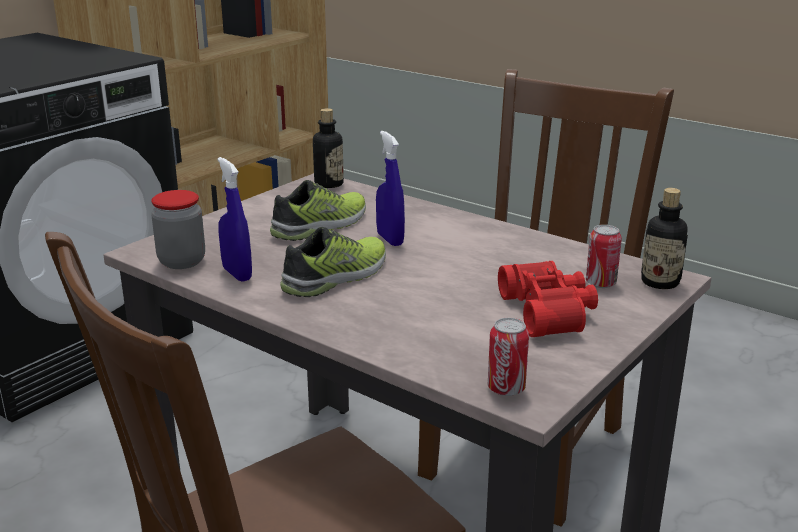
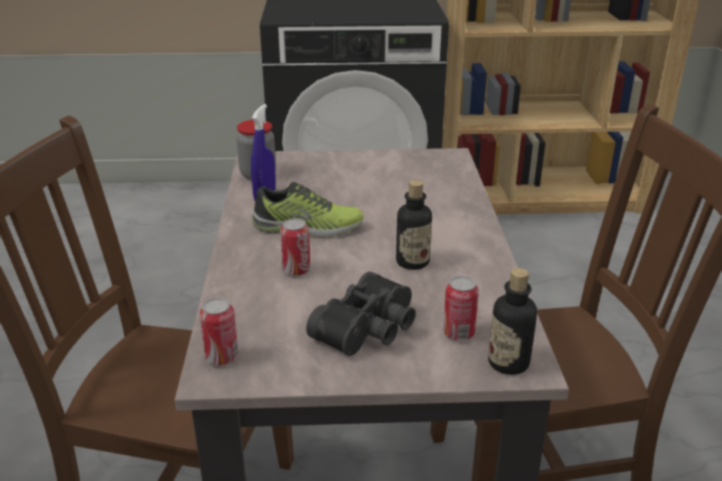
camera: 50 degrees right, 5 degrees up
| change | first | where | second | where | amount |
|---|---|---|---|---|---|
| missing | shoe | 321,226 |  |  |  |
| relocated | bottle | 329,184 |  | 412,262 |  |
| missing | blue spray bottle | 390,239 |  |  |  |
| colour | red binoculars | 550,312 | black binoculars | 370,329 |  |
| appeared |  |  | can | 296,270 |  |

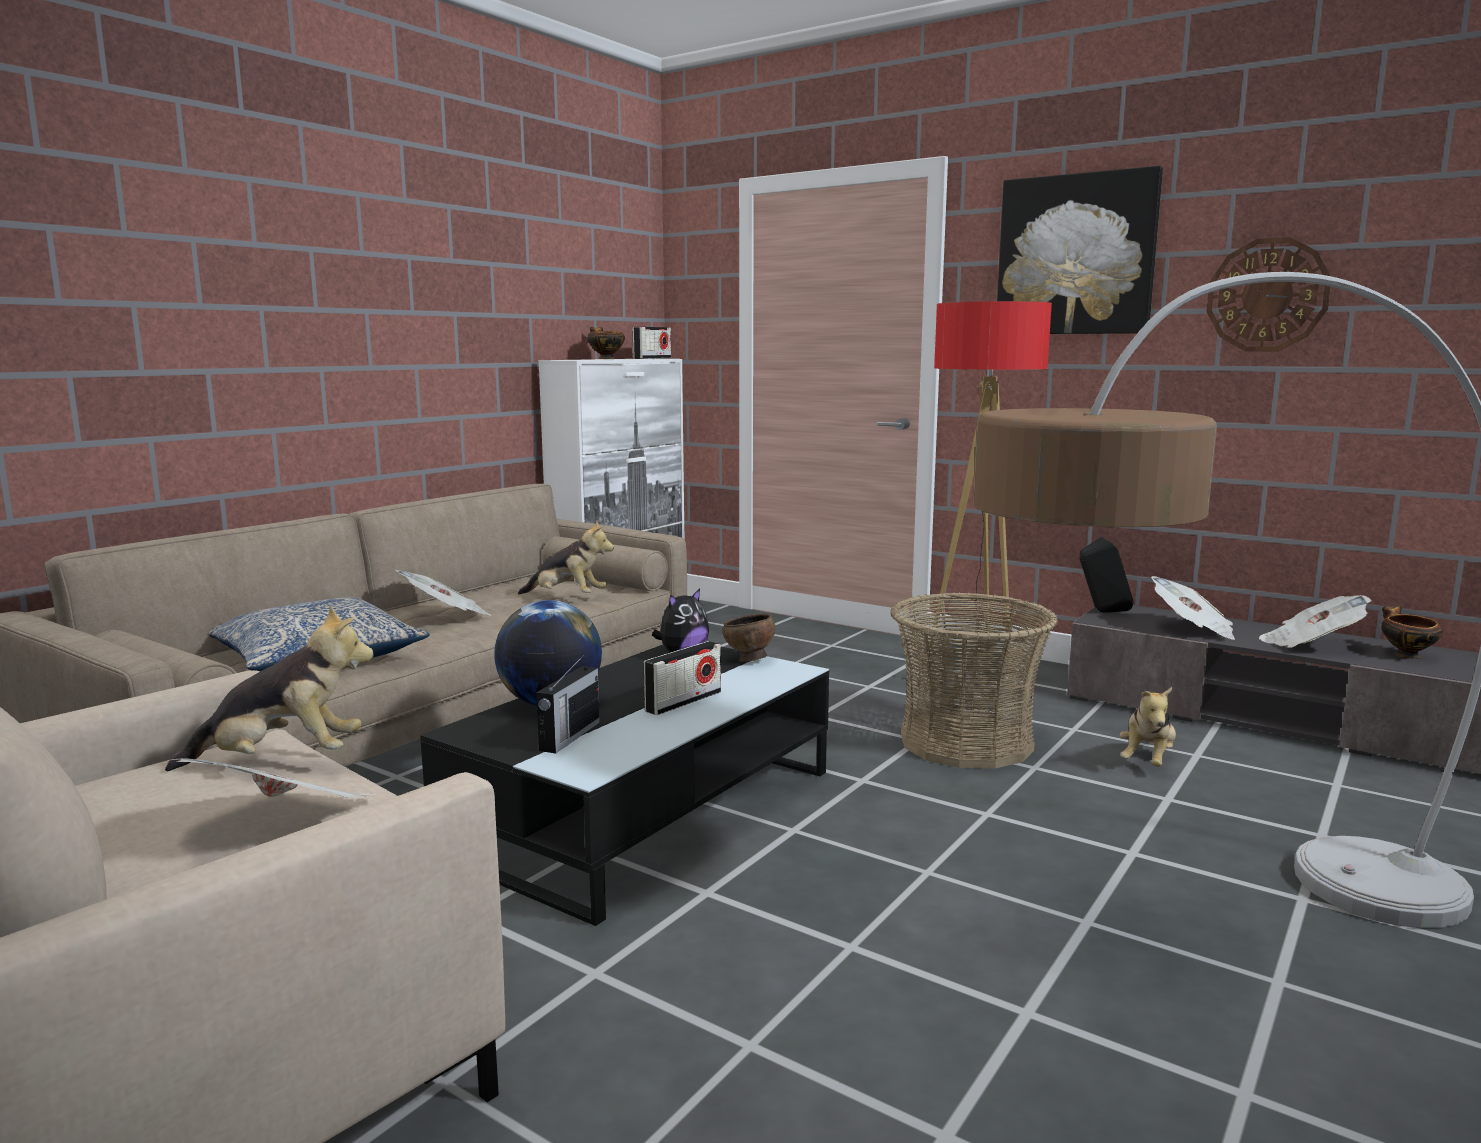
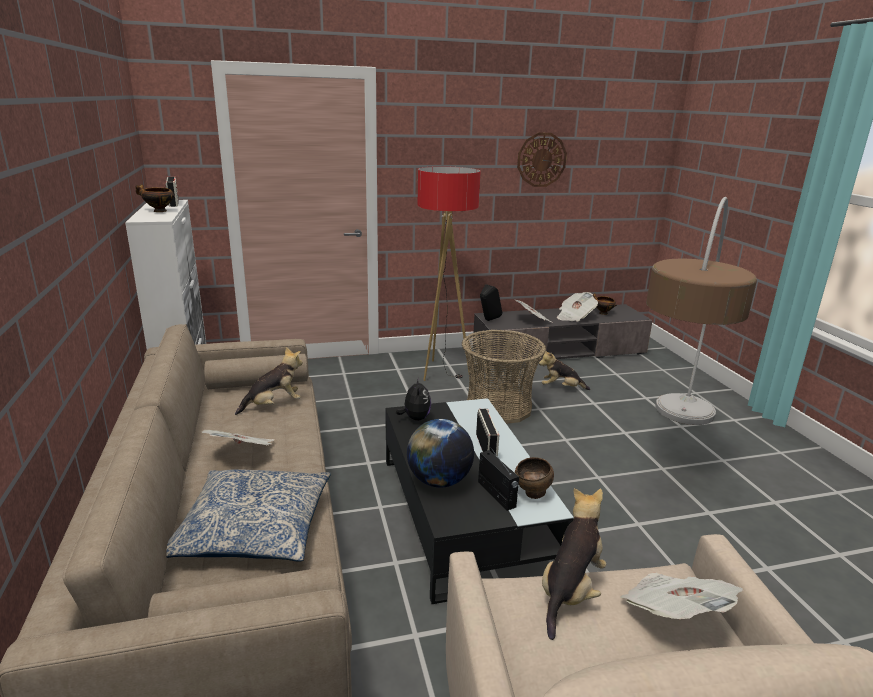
camera: 50 degrees left, 10 degrees up
| change | first | where | second | where | amount |
|---|---|---|---|---|---|
| relocated | brown bowl | 749,660 |  | 532,494 |  |
| missing | picture | 1076,255 |  |  |  |
| spun | plush toy | 1147,760 |  | 561,388 | 120 degrees clockwise |

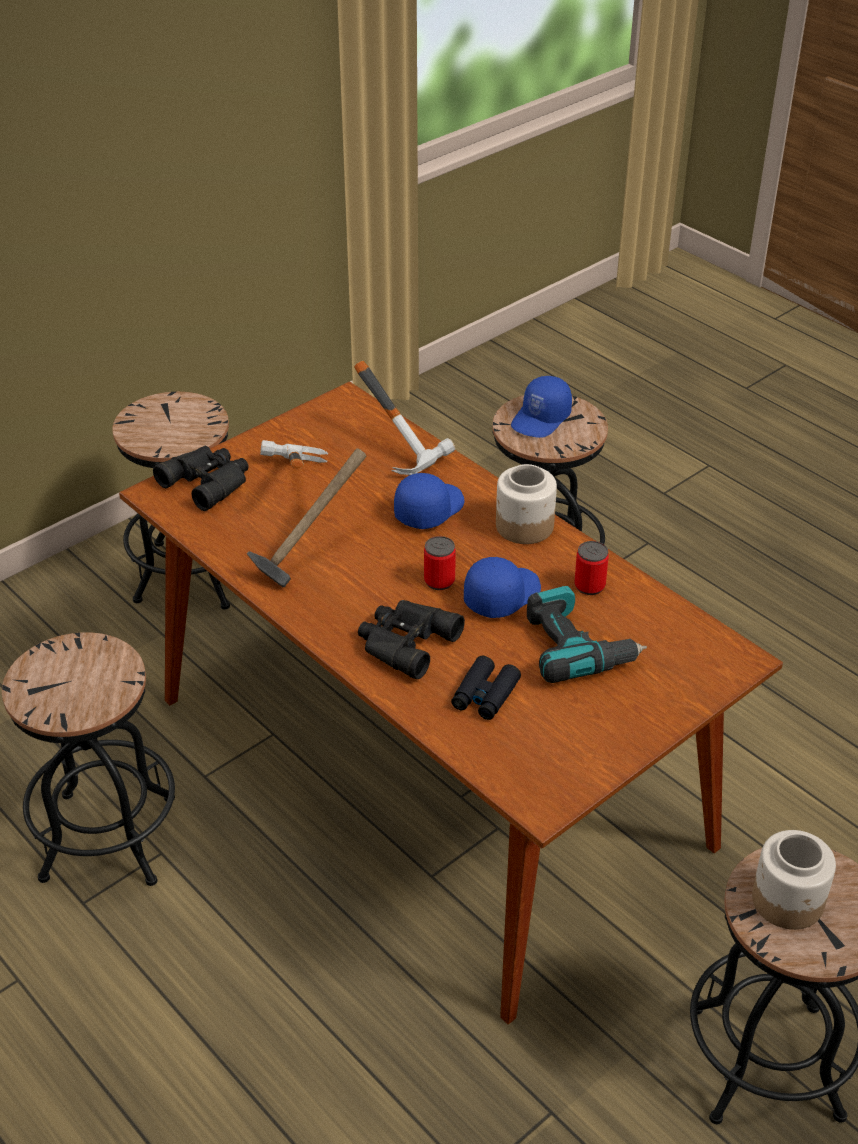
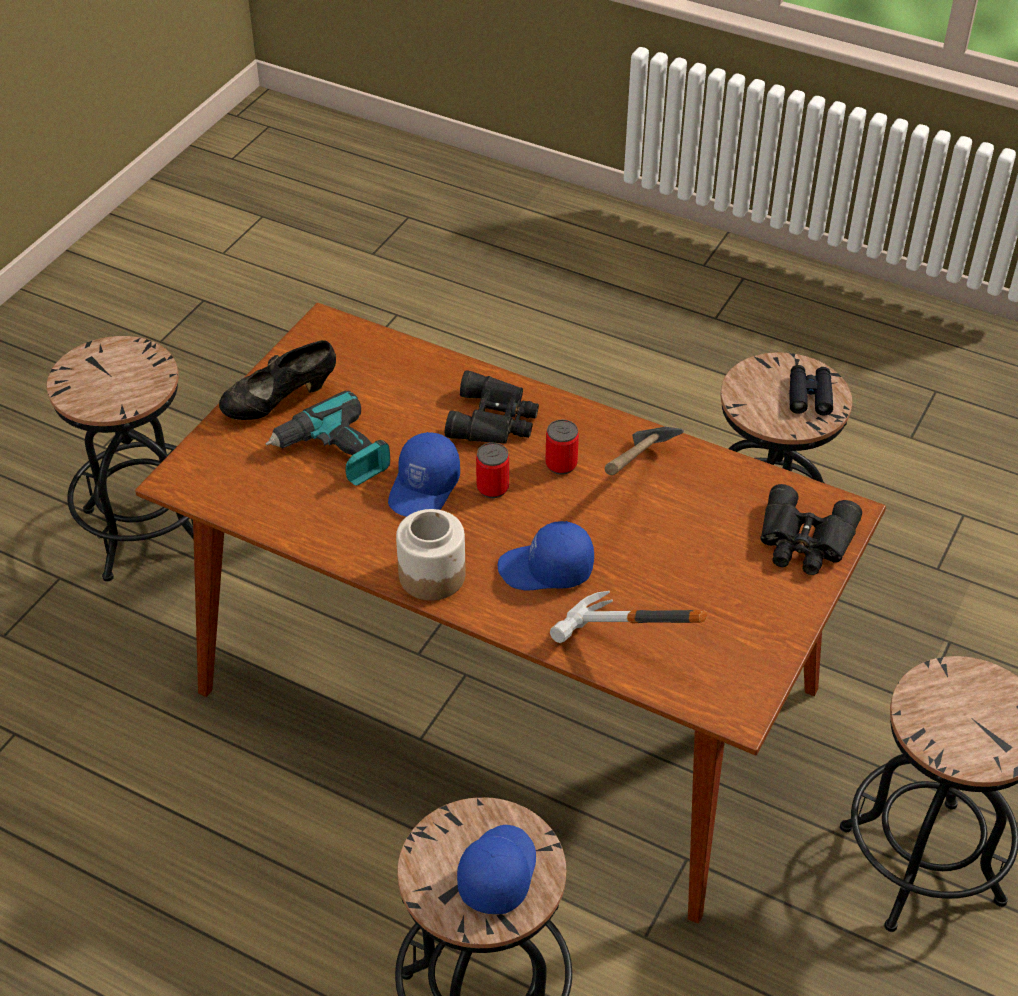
camera: 160 degrees right, 5 degrees up
| change | first | where | second | where | amount |
|---|---|---|---|---|---|
| missing | hammer | 287,486 |  |  |  |
| spun | blue cap | 428,509 |  | 546,570 | 75 degrees clockwise |
| relocated | black binoculars | 485,695 |  | 809,395 |  |
| relocated | can | 589,586 |  | 561,464 |  |
| missing | jar | 788,901 |  |  |  |
| appeared |  |  | black shoe | 280,402 |  |

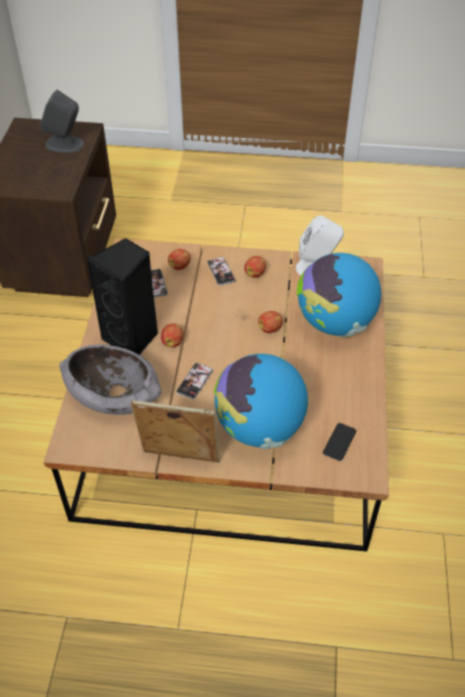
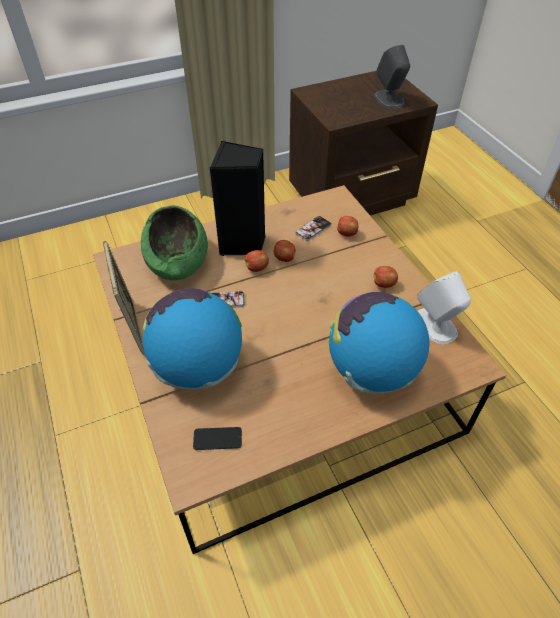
camera: 60 degrees right, 0 degrees up
| change | first | where | second | where | amount |
|---|---|---|---|---|---|
| colour | grey bowl | 113,394 | green bowl | 178,259 |  |
| missing | phone | 221,272 |  |  |  |
| relocated | apple | 270,329 |  | 285,258 |  |

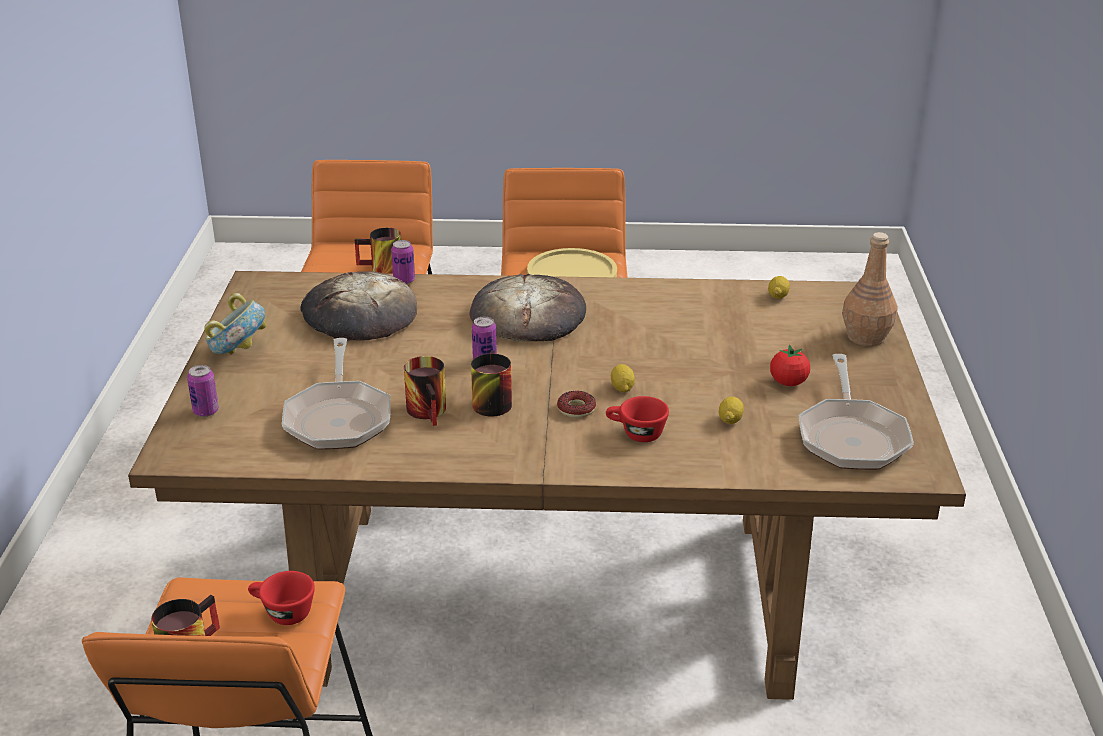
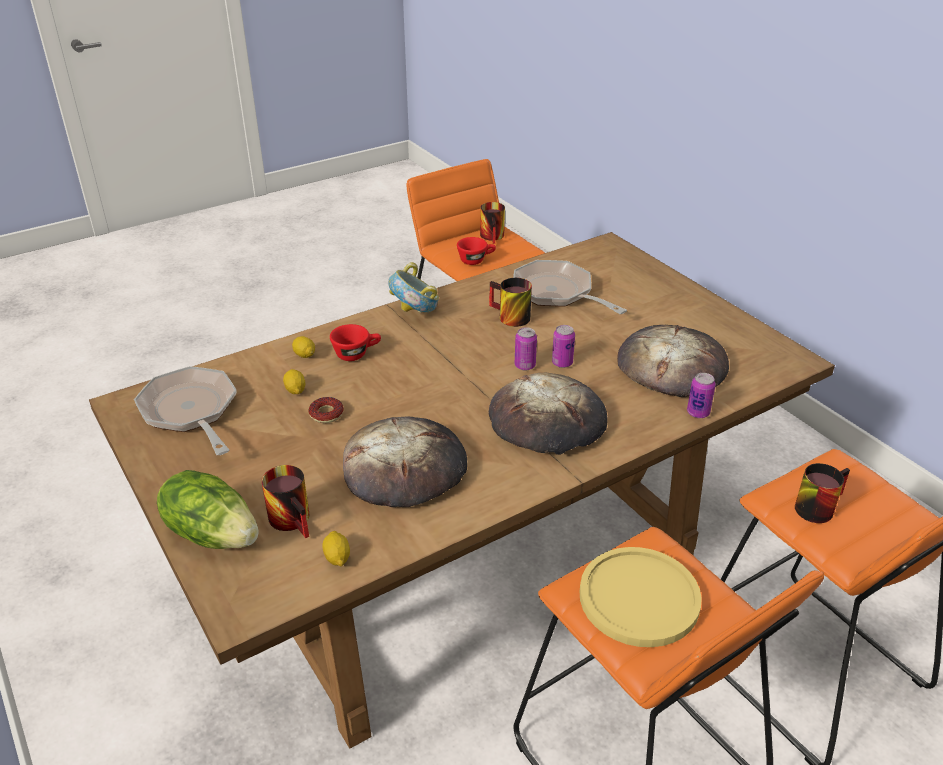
camera: 145 degrees right, 5 degrees up
| change | first | where | second | where | amount |
|---|---|---|---|---|---|
| relocated | can | 206,411 |  | 562,363 |  |
| relocated | bowl | 238,354 |  | 415,313 |  |
| relocated | mug | 488,401 |  | 296,519 |  |
| relocated | donut | 576,409 |  | 326,414 |  |
| relocated | lemon | 622,388 |  | 304,355 |  |
| missing | tomato | 788,382 |  |  |  |
| exchanged | brown bottle | 866,337 | lettuce | 213,533 |  |
| appeared |  |  | bread | 405,467 |  |

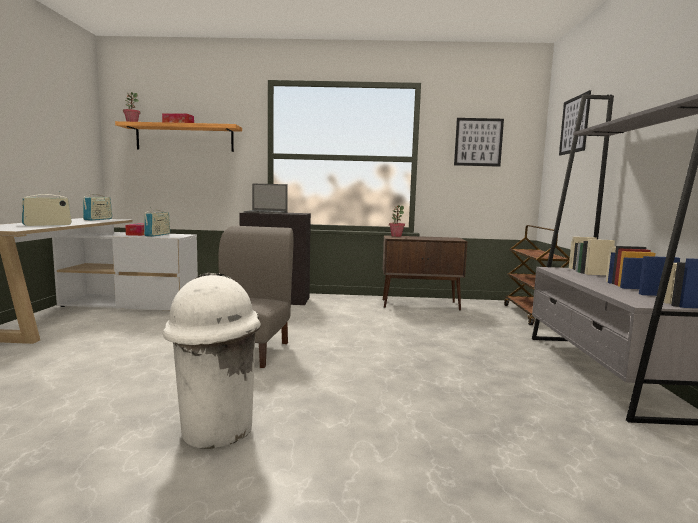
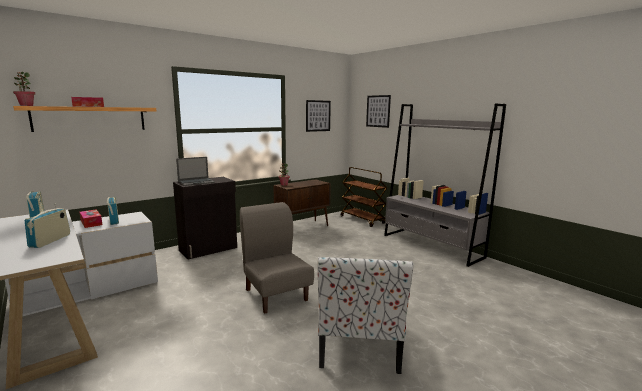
camera: 40 degrees left, 5 degrees up
| change | first | where | second | where | amount |
|---|---|---|---|---|---|
| exchanged | white trash can | 215,430 | chair | 359,342 |  |

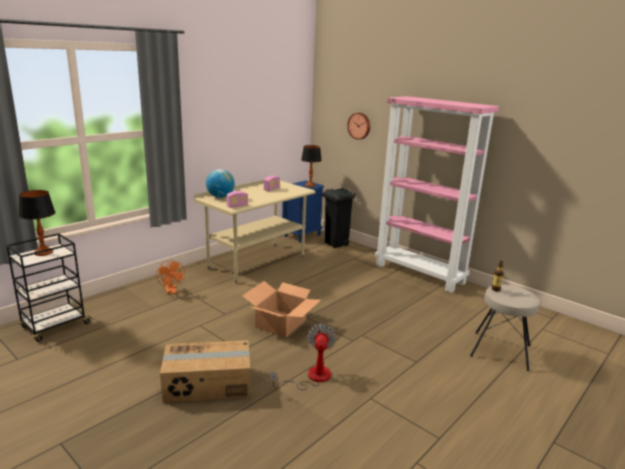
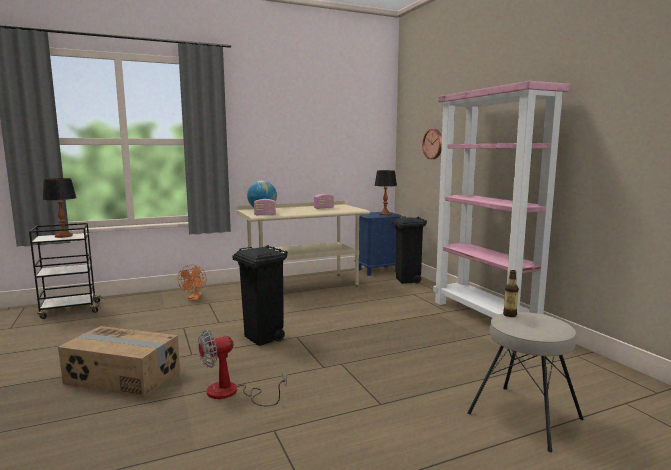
camera: 25 degrees right, 10 degrees down
| change | first | where | second | where | amount |
|---|---|---|---|---|---|
| exchanged | cardboard box | 281,323 | black trash can | 263,338 |  |
| spun | fan | 311,377 |  | 232,393 | 150 degrees counterclockwise |

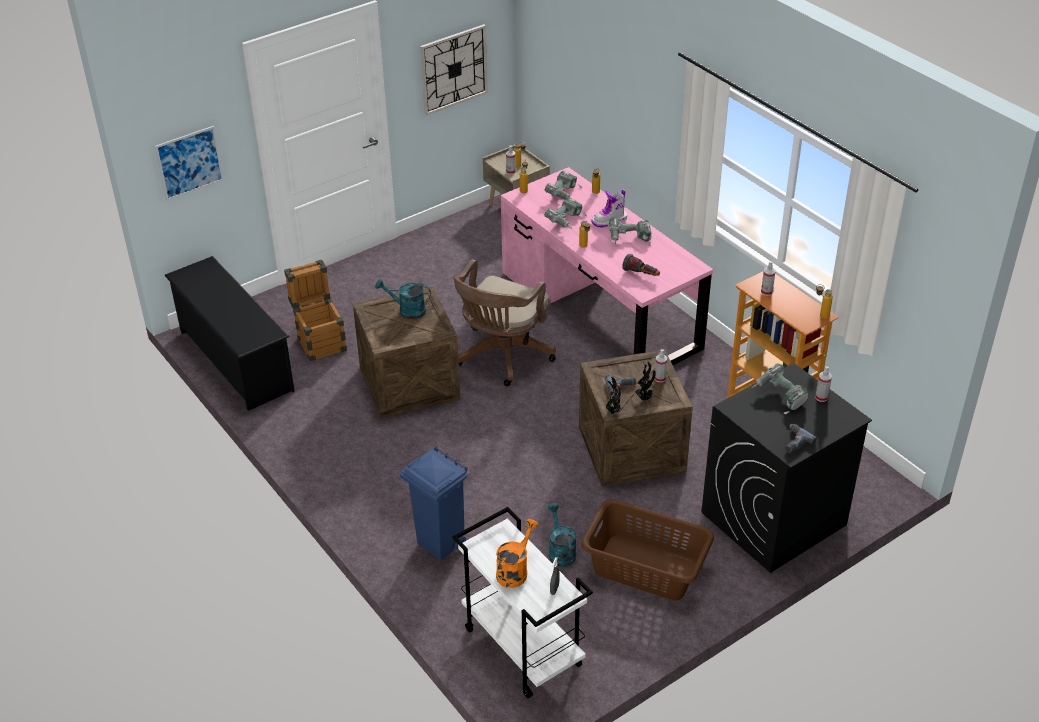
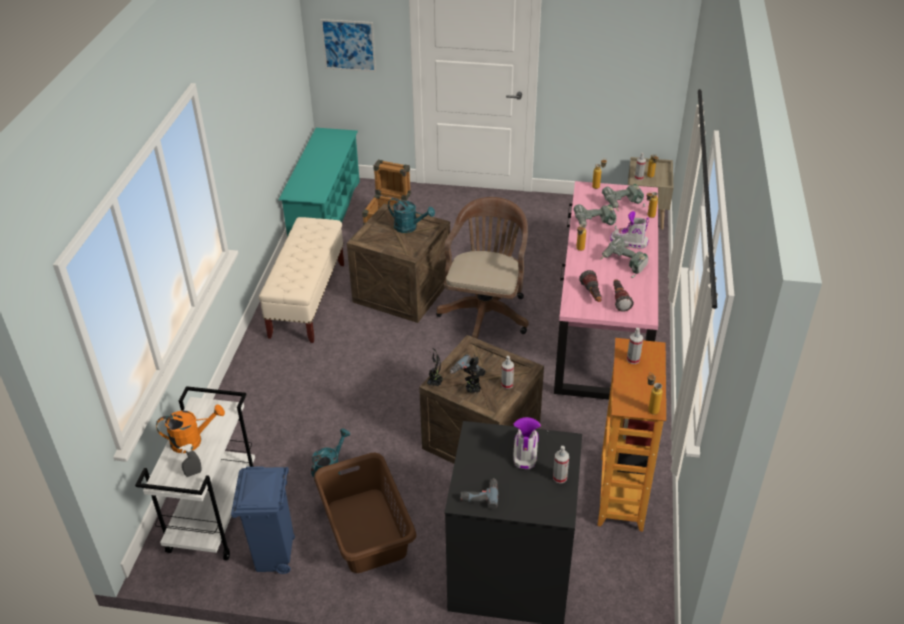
camera: 45 degrees right, 0 degrees up
| change | first | where | second | where | amount |
|---|---|---|---|---|---|
| colour | black shoe rack | 235,361 | turquoise shoe rack | 325,213 |  |
| spun | turquoise watering can | 407,310 |  | 409,227 | 150 degrees clockwise |
| relocated | blue trash can | 440,544 |  | 275,558 |  |
| missing | wall clock | 454,69 |  |  |  |
| spun | brown office chair | 502,357 |  | 486,312 | 120 degrees clockwise |
| exchanged | power drill | 779,397 | boot | 525,451 |  |
| appeared |  |  | beige bench | 307,300 |  |
| appeared |  |  | flashlight | 619,300 |  |

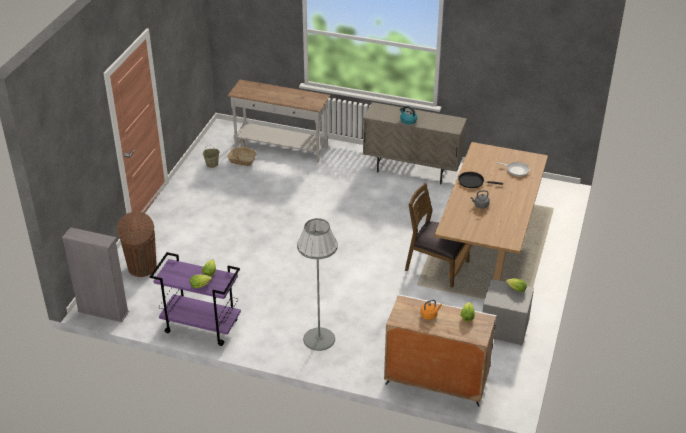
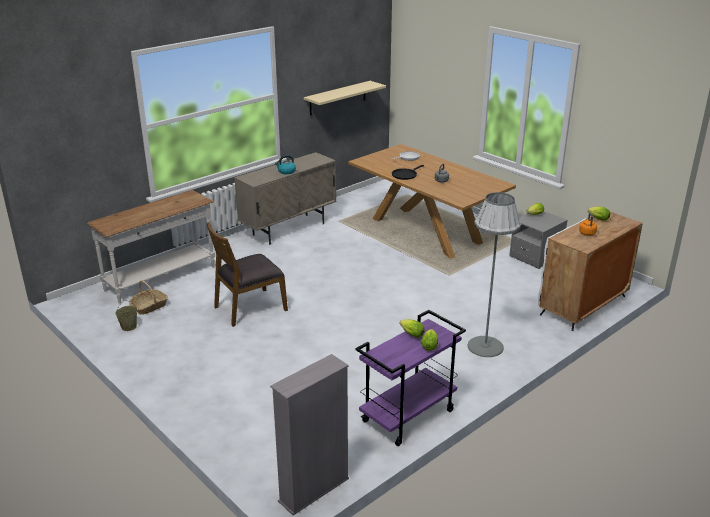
camera: 60 degrees left, 10 degrees down
| change | first | where | second | where | amount |
|---|---|---|---|---|---|
| missing | brown trash can | 142,268 |  |  |  |
| relocated | brown chair | 436,266 |  | 249,308 |  |
| appeared |  |  | beige shelf | 338,98 |  |

